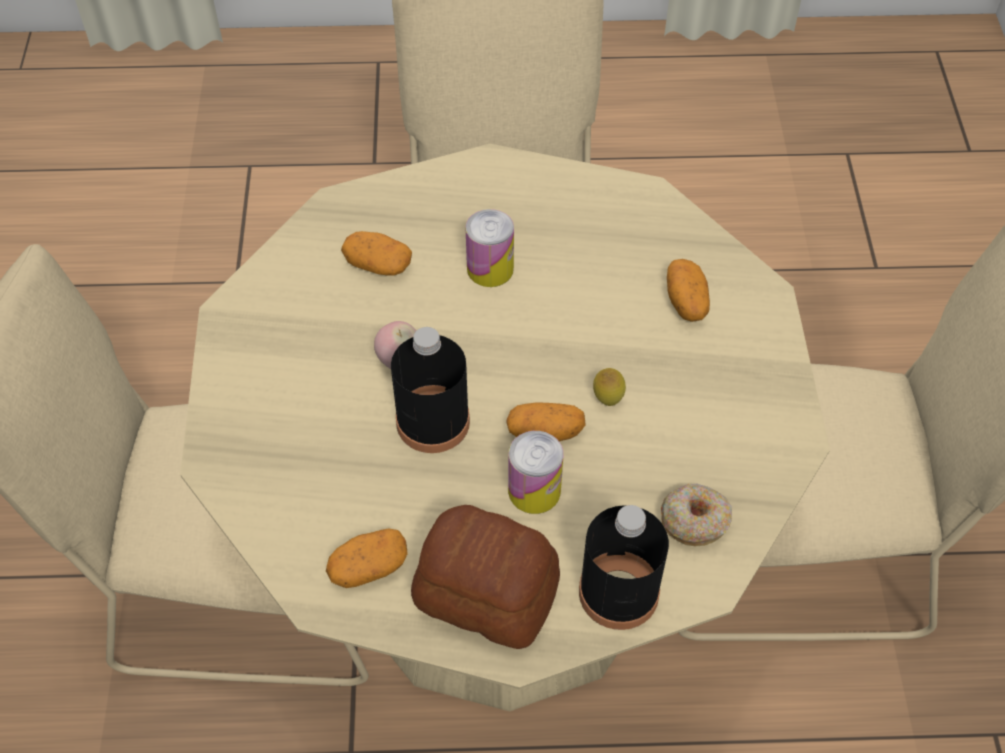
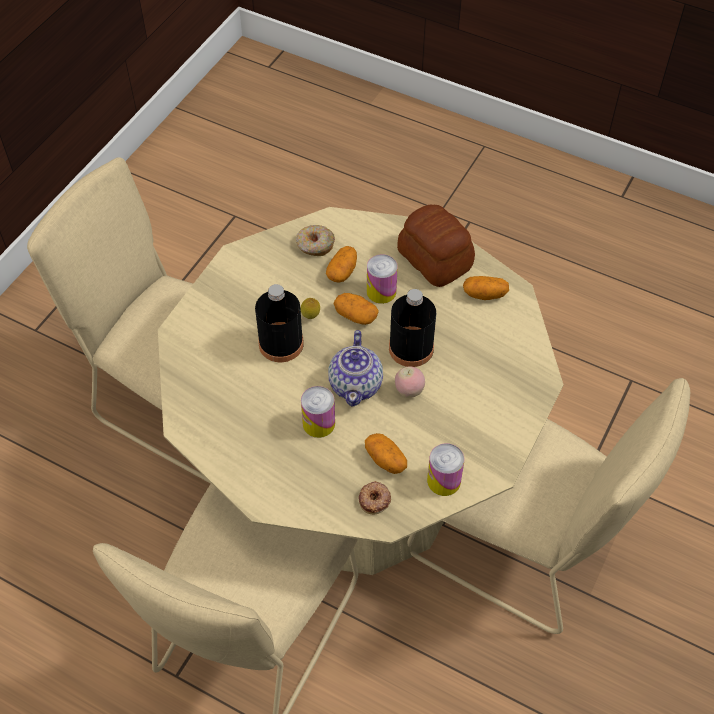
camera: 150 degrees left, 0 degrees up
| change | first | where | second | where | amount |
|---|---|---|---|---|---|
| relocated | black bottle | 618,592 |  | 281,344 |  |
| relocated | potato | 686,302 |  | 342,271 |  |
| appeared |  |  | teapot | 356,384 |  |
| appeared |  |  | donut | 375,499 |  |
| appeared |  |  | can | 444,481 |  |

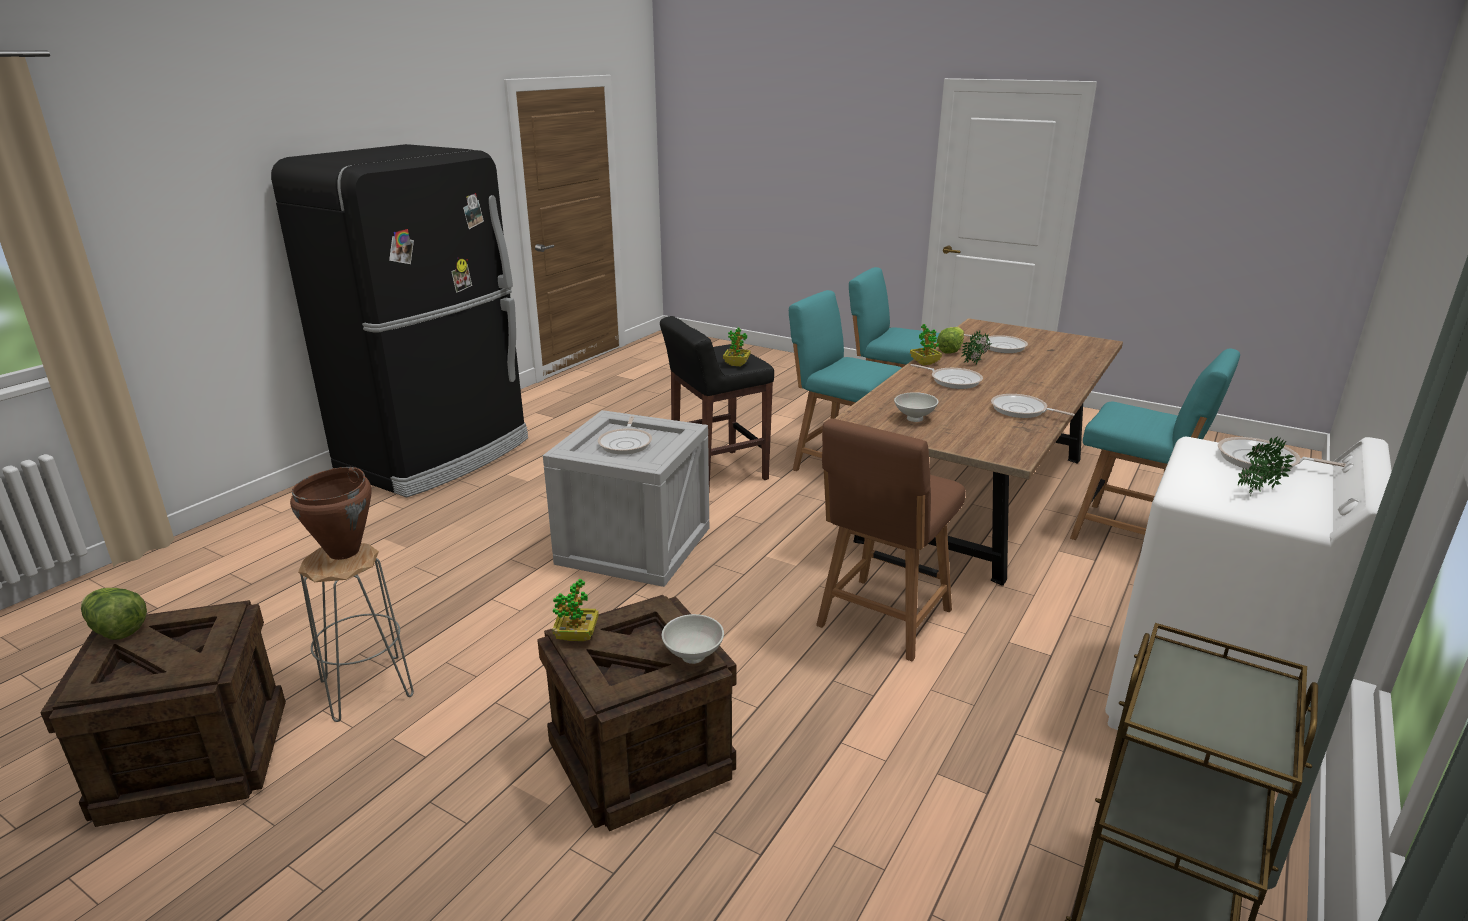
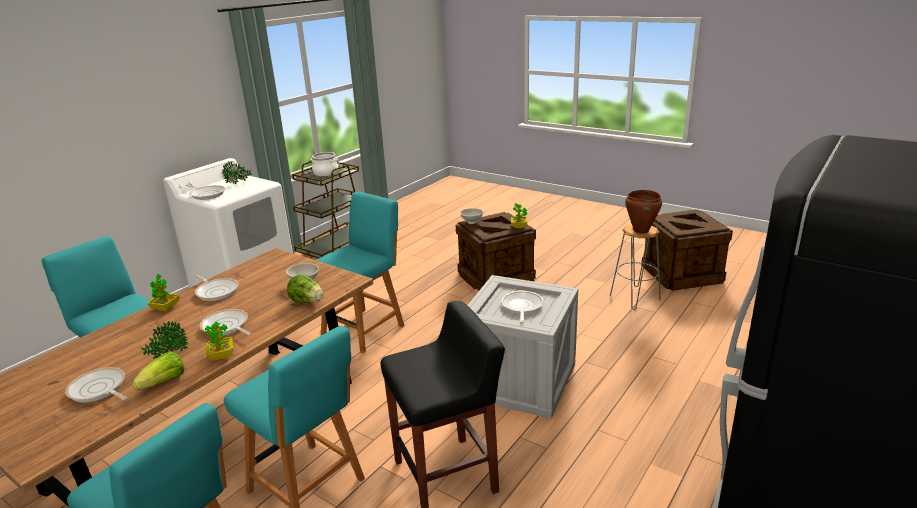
camera: 175 degrees left, 0 degrees up
| change | first | where | second | where | amount |
|---|---|---|---|---|---|
| relocated | lettuce | 117,630 |  | 307,301 |  |
| relocated | potted plant | 736,364 |  | 166,308 |  |
| colour | brown chair | 882,620 | turquoise chair | 365,328 |  |
| appeared |  |  | cooking pot | 326,173 |  |

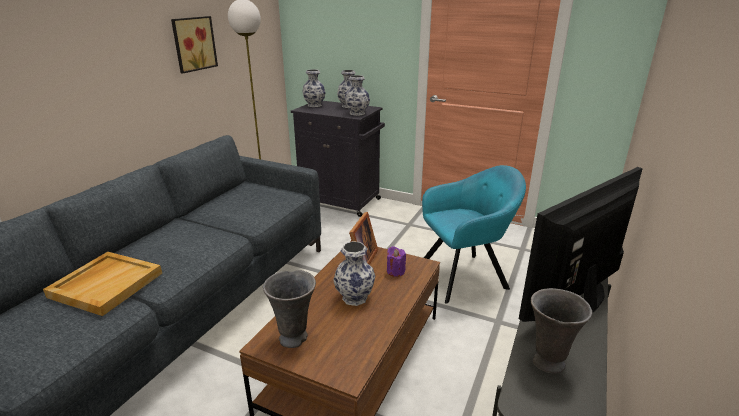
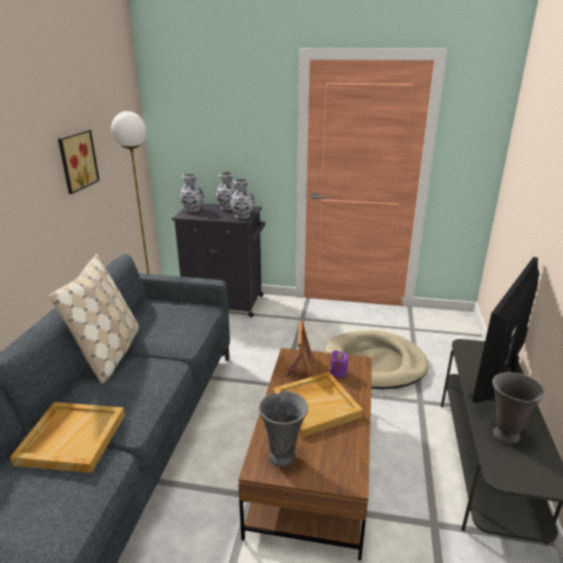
camera: 15 degrees left, 0 degrees up
| change | first | where | second | where | amount |
|---|---|---|---|---|---|
| exchanged | vase | 355,297 | beige tray | 316,405 |  |
| exchanged | turquoise armchair | 465,276 | beige dog bed | 375,363 |  |
| appeared |  |  | beige pillow | 110,354 |  |

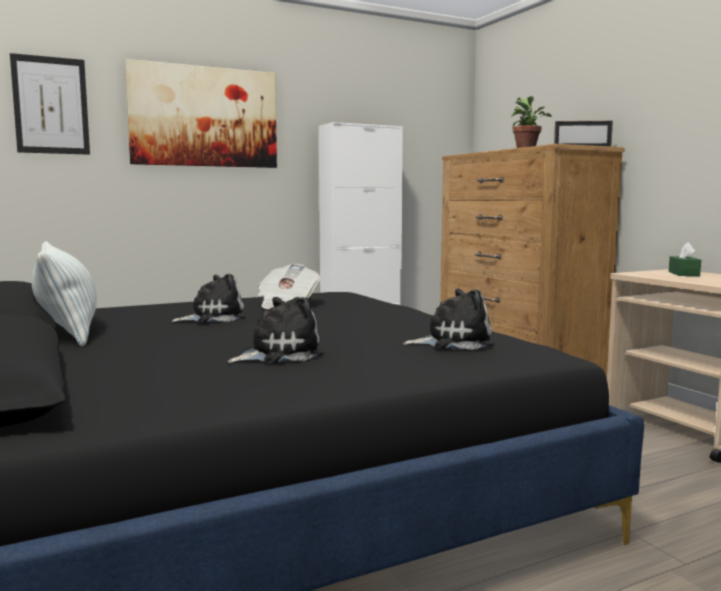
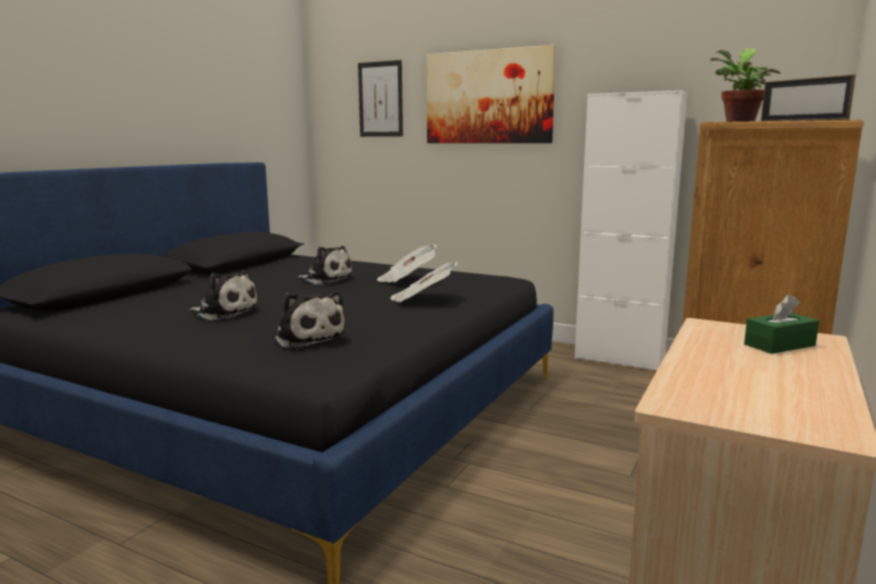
camera: 55 degrees right, 5 degrees up
| change | first | where | second | where | amount |
|---|---|---|---|---|---|
| missing | pillow | 67,331 |  |  |  |
| appeared |  |  | newspaper | 422,300 |  |

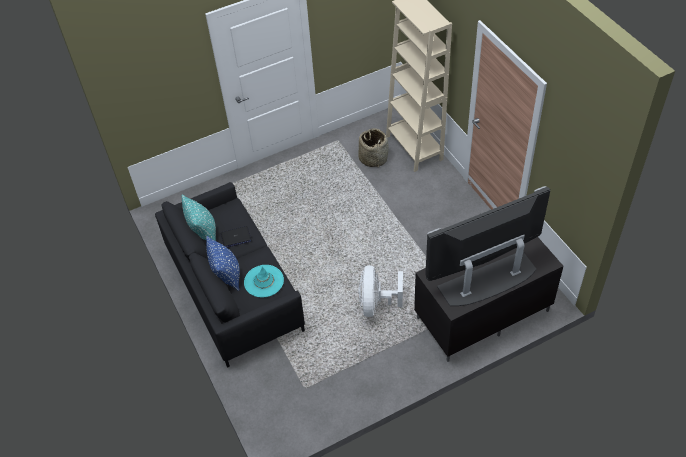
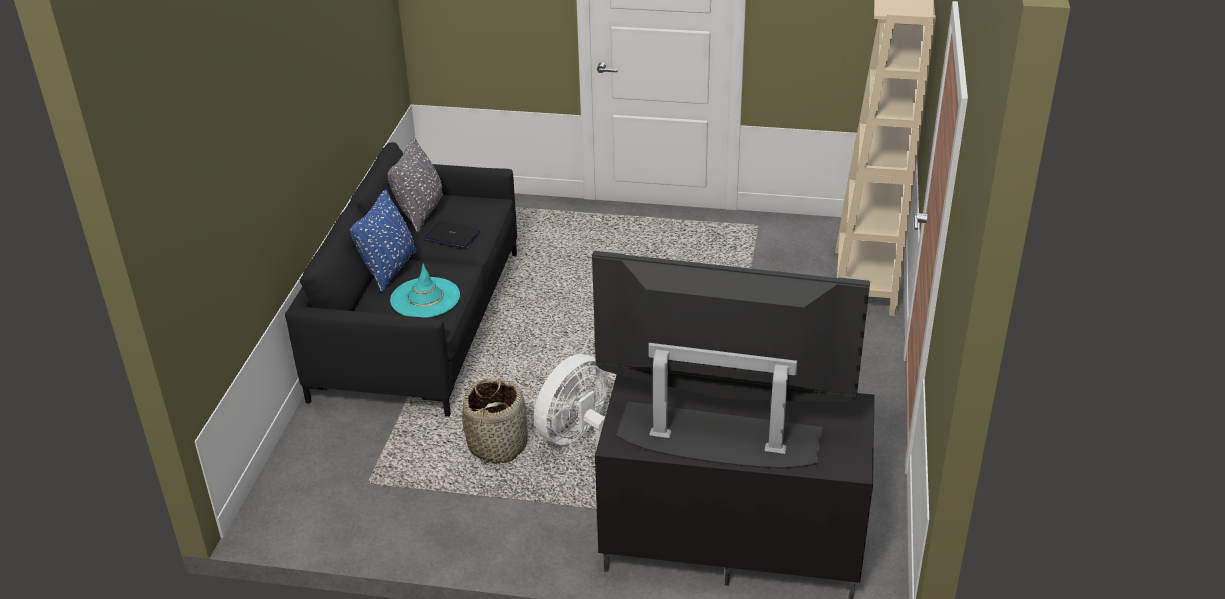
camera: 35 degrees right, 15 degrees down
| change | first | where | second | where | amount |
|---|---|---|---|---|---|
| colour | turquoise pillow | 203,232 | grey pillow | 420,213 |  |
| relocated | basket | 373,158 |  | 498,444 |  |

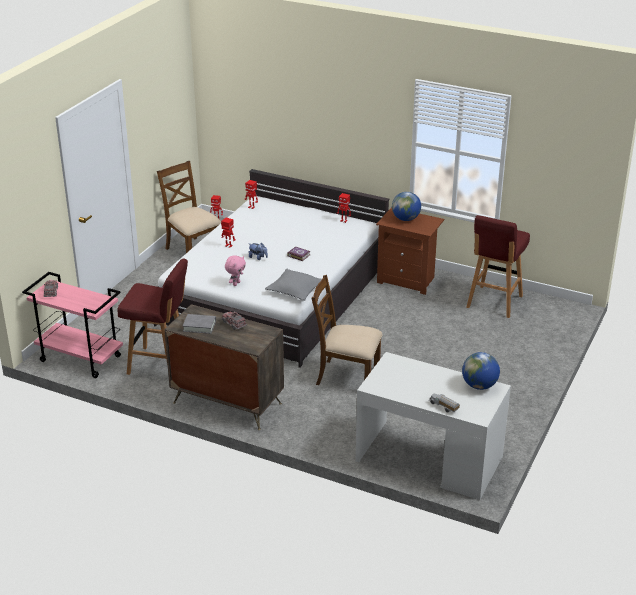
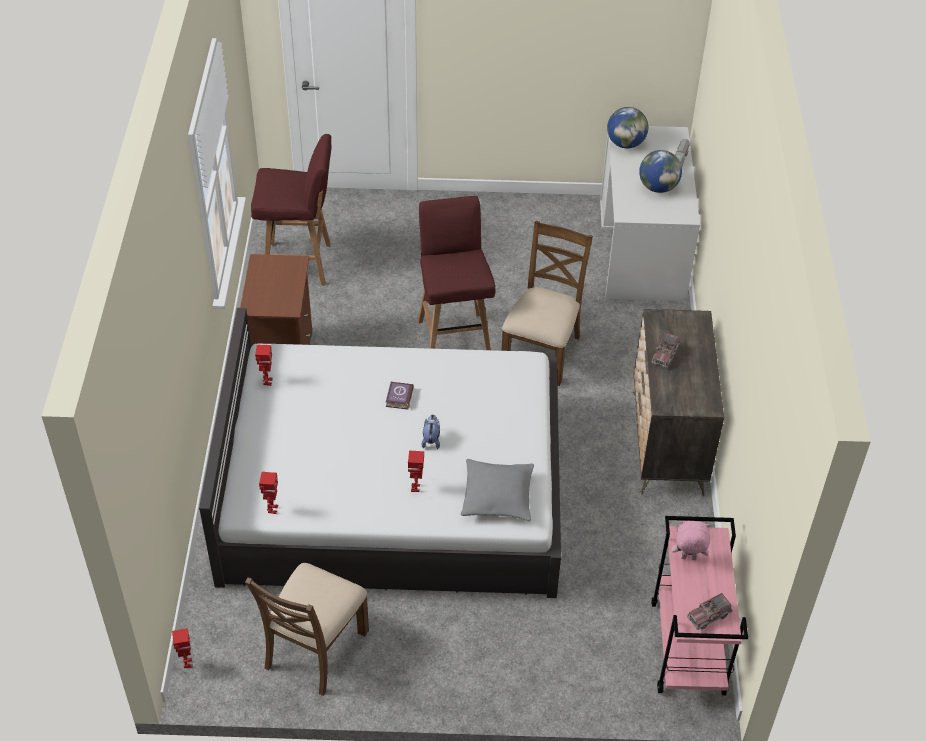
camera: 115 degrees left, 15 degrees up
| change | first | where | second | where | amount |
|---|---|---|---|---|---|
| relocated | red stool | 160,364 |  | 454,337 |  |
| missing | grey book | 199,326 |  |  |  |
| relocated | pink plush toy | 236,283 |  | 688,558 |  |
| relocated | grey pillow | 295,290 |  | 497,496 |  |
| spun | brown chair | 347,376 |  | 542,352 | 150 degrees counterclockwise |
| relocated | globe | 405,219 |  | 658,187 |  |

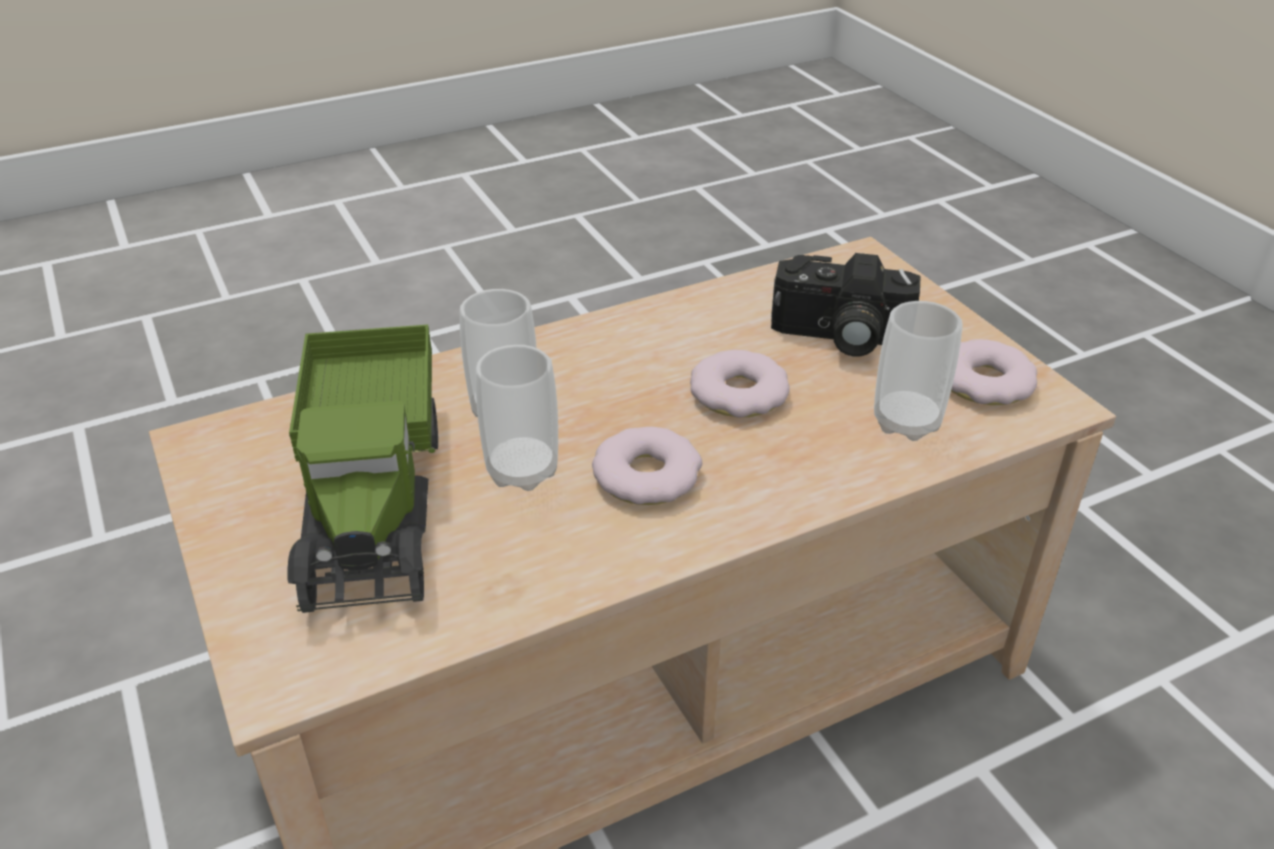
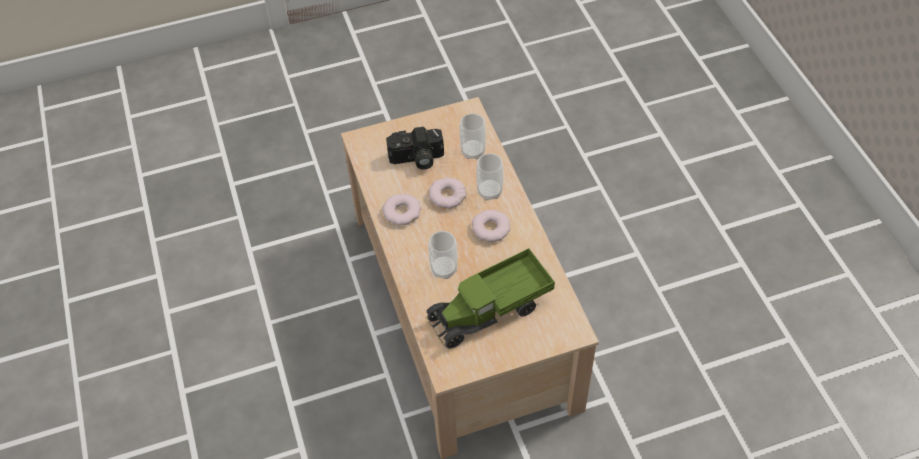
camera: 80 degrees left, 15 degrees up
| change | first | where | second | where | amount |
|---|---|---|---|---|---|
| spun | toy truck | 375,496 |  | 490,310 | 150 degrees clockwise |
| relocated | cup | 522,470 |  | 489,192 |  |
| spun | photo camera | 839,337 |  | 416,159 | 60 degrees clockwise |
| relocated | donut | 985,382 |  | 402,212 |  |

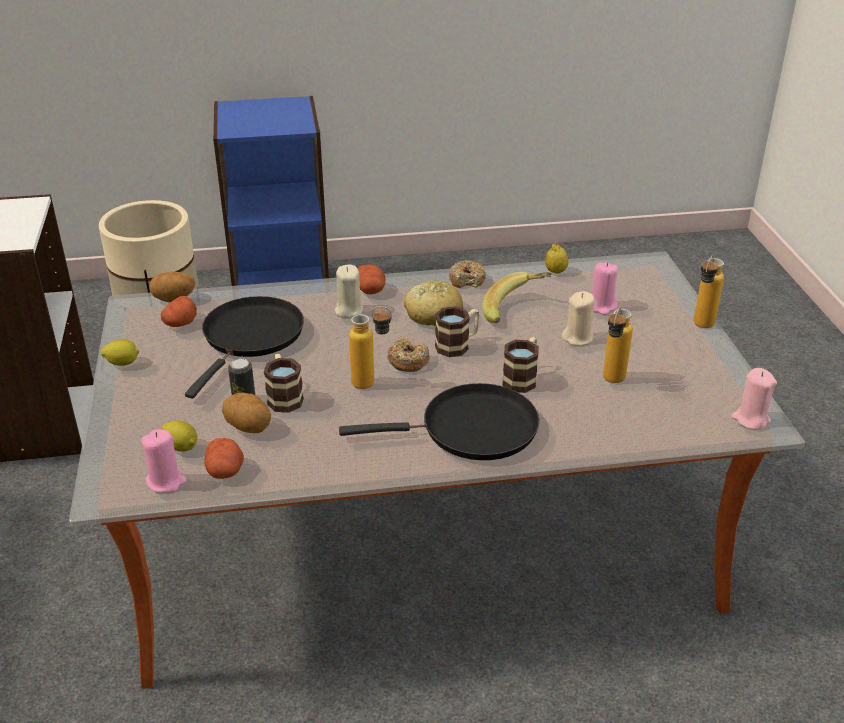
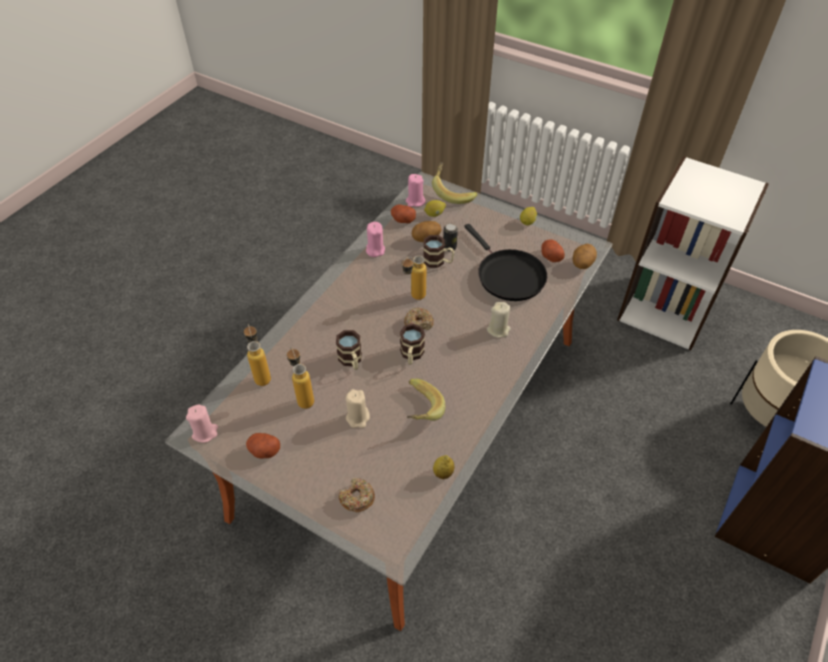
camera: 130 degrees right, 15 degrees up
| change | first | where | second | where | amount |
|---|---|---|---|---|---|
| missing | black frying pan | 471,429 |  |  |  |
| relocated | potato | 371,290 |  | 264,450 |  |
| missing | bread | 432,313 |  |  |  |
| relocated | donut | 467,280 |  | 357,498 |  |
| relocated | pink candle | 602,306 |  | 375,250 |  |
| relocated | bottle | 700,327 |  | 261,374 |  |
| appeared |  |  | banana | 453,192 |  |

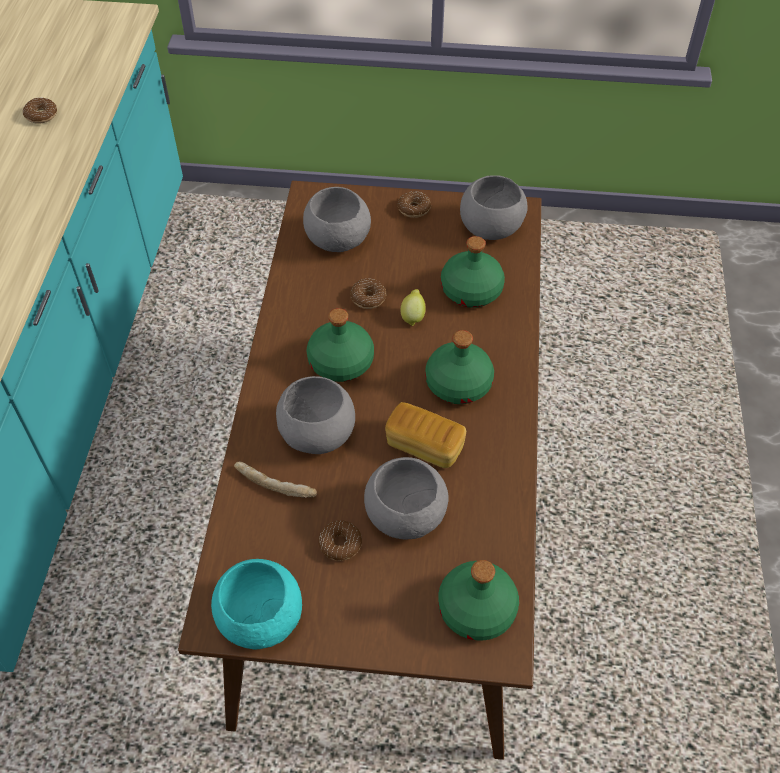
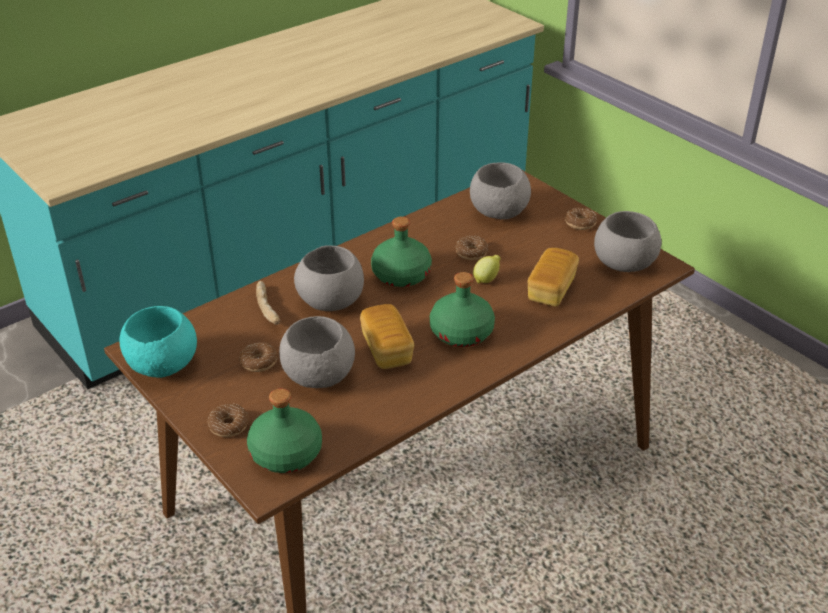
camera: 45 degrees right, 15 degrees down
| change | first | where | second | where | amount |
|---|---|---|---|---|---|
| relocated | donut | 41,115 |  | 228,425 |  |
| exchanged | green bottle | 471,291 | bread | 551,289 |  |

